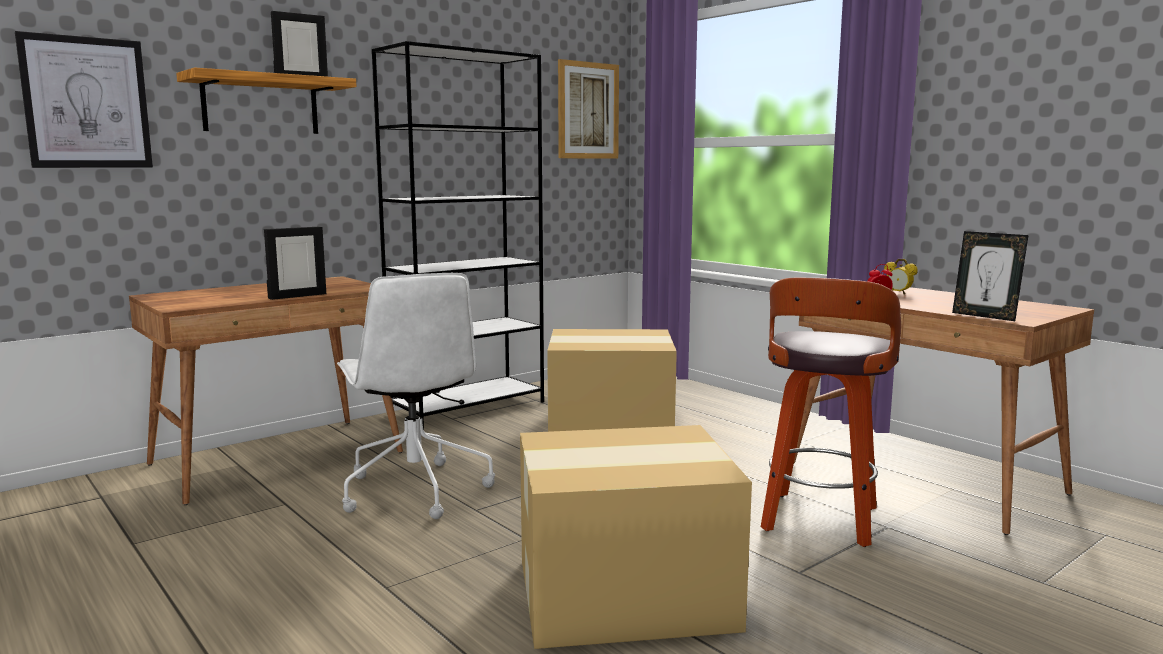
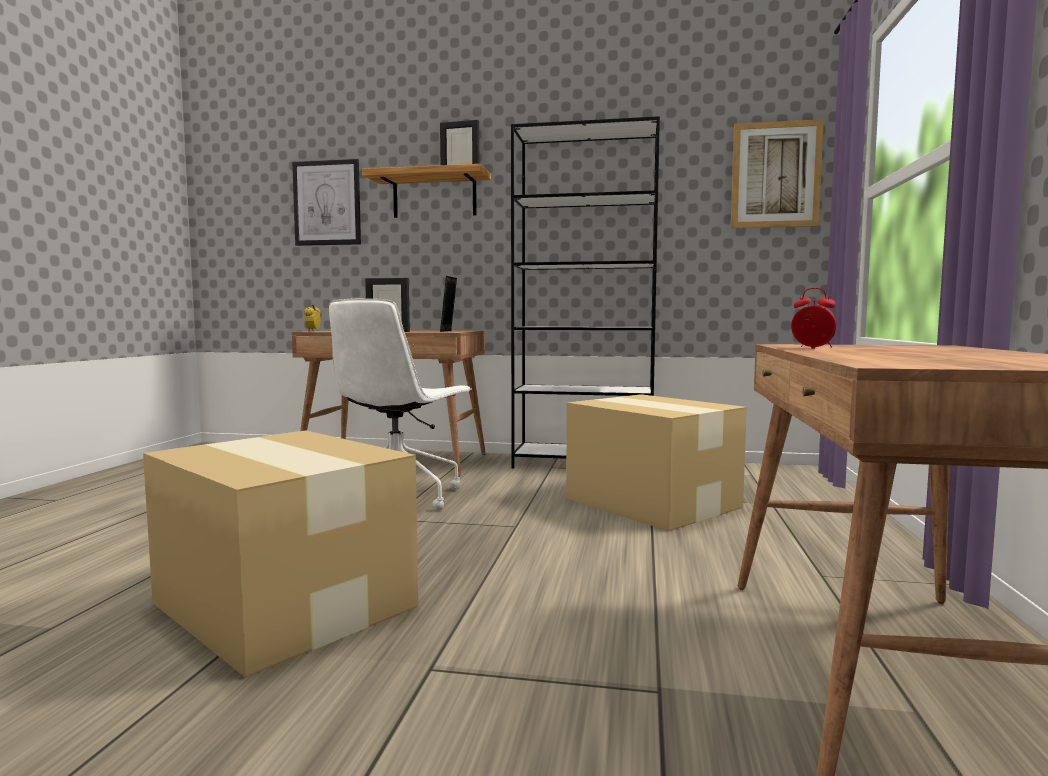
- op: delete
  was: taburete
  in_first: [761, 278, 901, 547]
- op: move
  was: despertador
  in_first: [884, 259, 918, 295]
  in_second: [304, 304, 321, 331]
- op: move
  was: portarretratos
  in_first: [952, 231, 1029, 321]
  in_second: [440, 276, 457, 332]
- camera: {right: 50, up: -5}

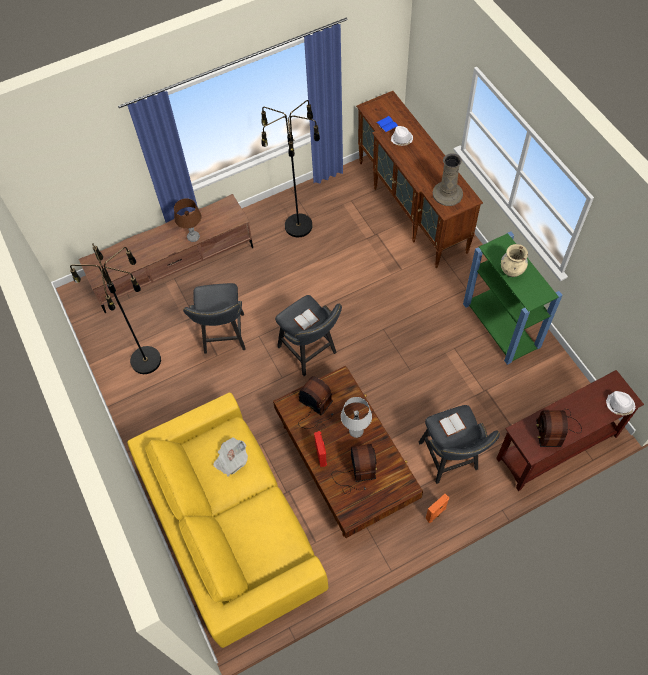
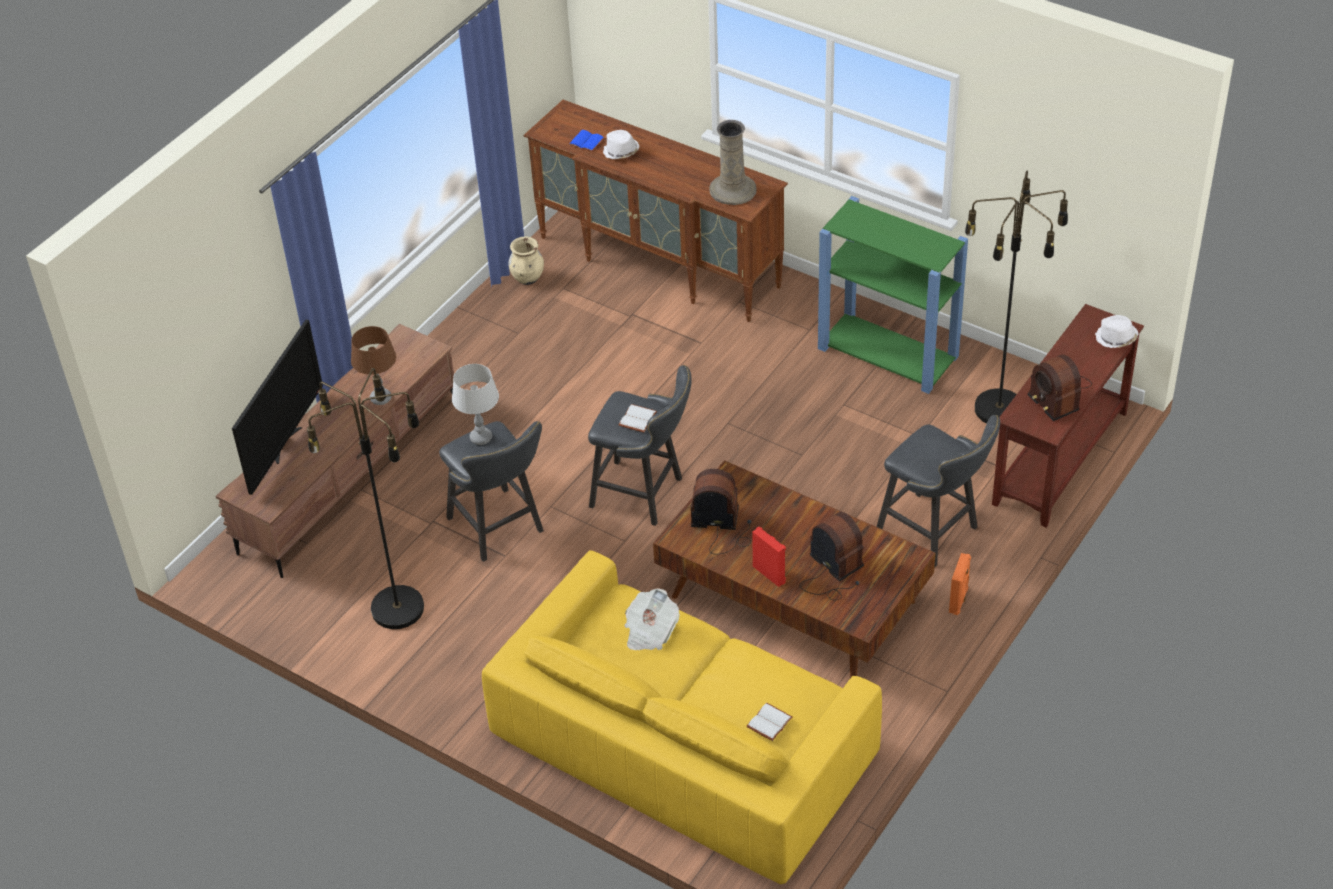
- op: insert
  now: televisor
  in_second: [232, 320, 323, 495]
- op: move
  was: lámpara de pie
  in_first: [261, 100, 320, 237]
  in_second: [965, 171, 1068, 423]
- op: move
  was: lámpara de mesa [gris]
  in_first: [341, 397, 372, 438]
  in_second: [452, 364, 499, 445]
- op: move
  was: libro [blanco]
  in_first: [439, 413, 466, 437]
  in_second: [746, 703, 793, 741]
- op: move
  was: florero [beis]
  in_first: [501, 244, 528, 277]
  in_second: [508, 237, 544, 285]
- camera: {right: -30, up: -15}

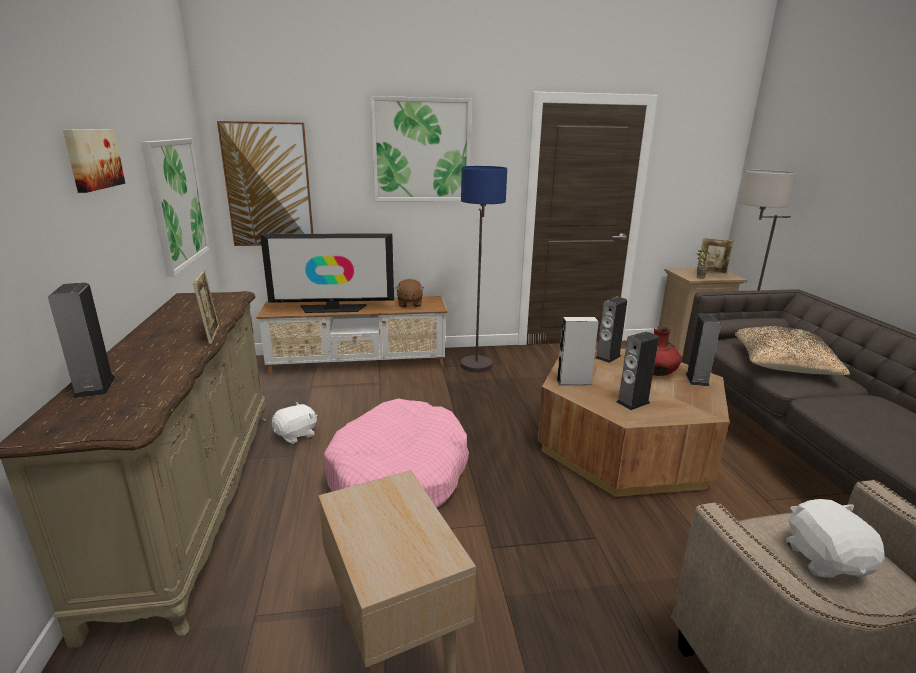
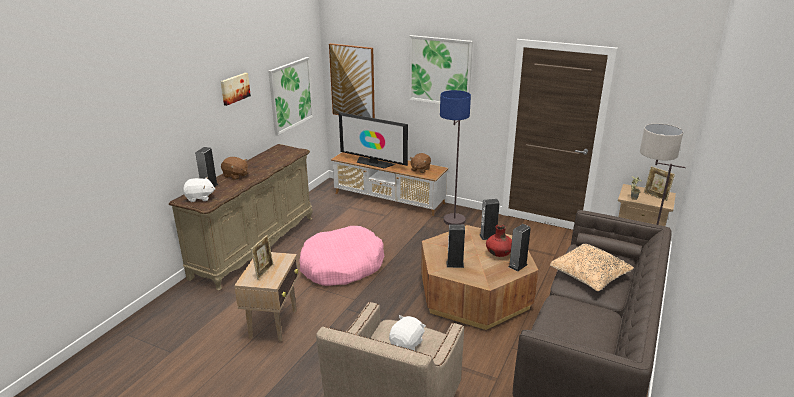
- op: delete
  was: altavoz [gris]
  in_first: [556, 317, 599, 385]
- op: insert
  now: peluche [marrón]
  in_second: [221, 157, 248, 180]
- op: move
  was: portarretratos
  in_first: [193, 270, 219, 344]
  in_second: [251, 235, 274, 280]
- op: move
  was: peluche [blanco]
  in_first: [272, 403, 317, 444]
  in_second: [183, 177, 216, 202]
- camera: {right: 35, up: 5}

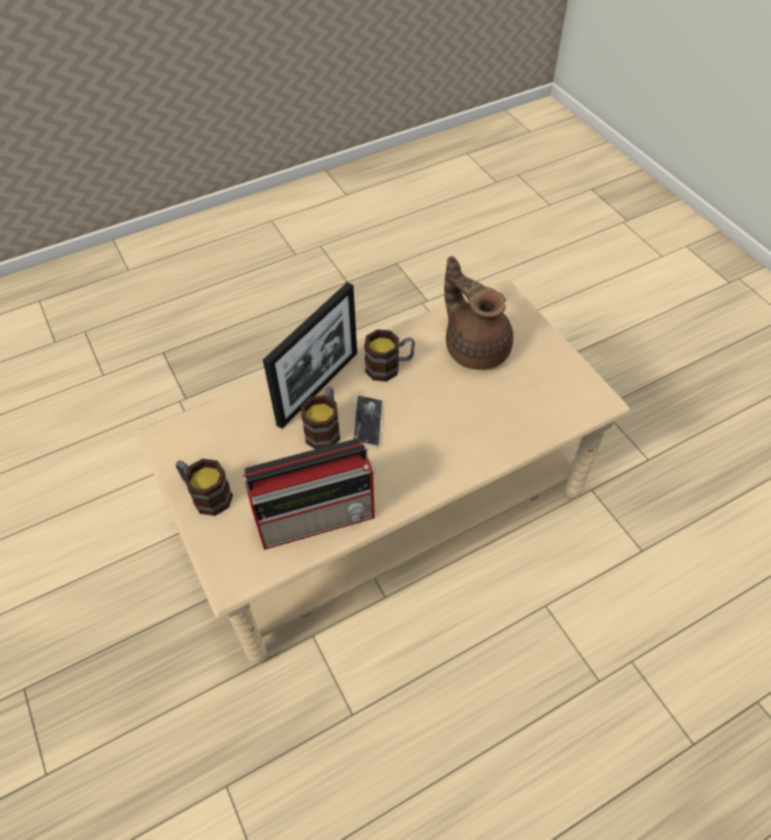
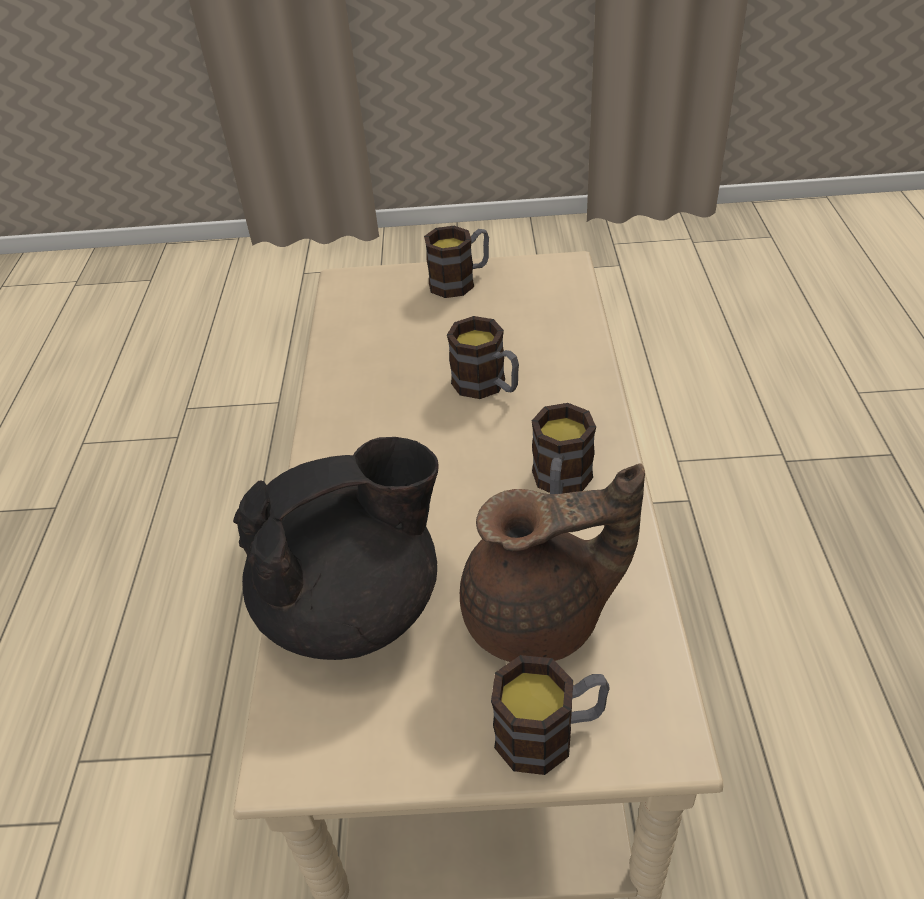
- op: delete
  was: radio
  in_first: [243, 438, 375, 550]
- op: delete
  was: portarretratos
  in_first: [263, 282, 357, 429]
- op: delete
  was: móvil
  in_first: [352, 396, 383, 447]
- op: insert
  now: tetera [negro]
  in_second: [233, 437, 439, 660]
- op: insert
  now: taza grande
  in_second: [491, 655, 610, 775]
- camera: {right: 120, up: -10}

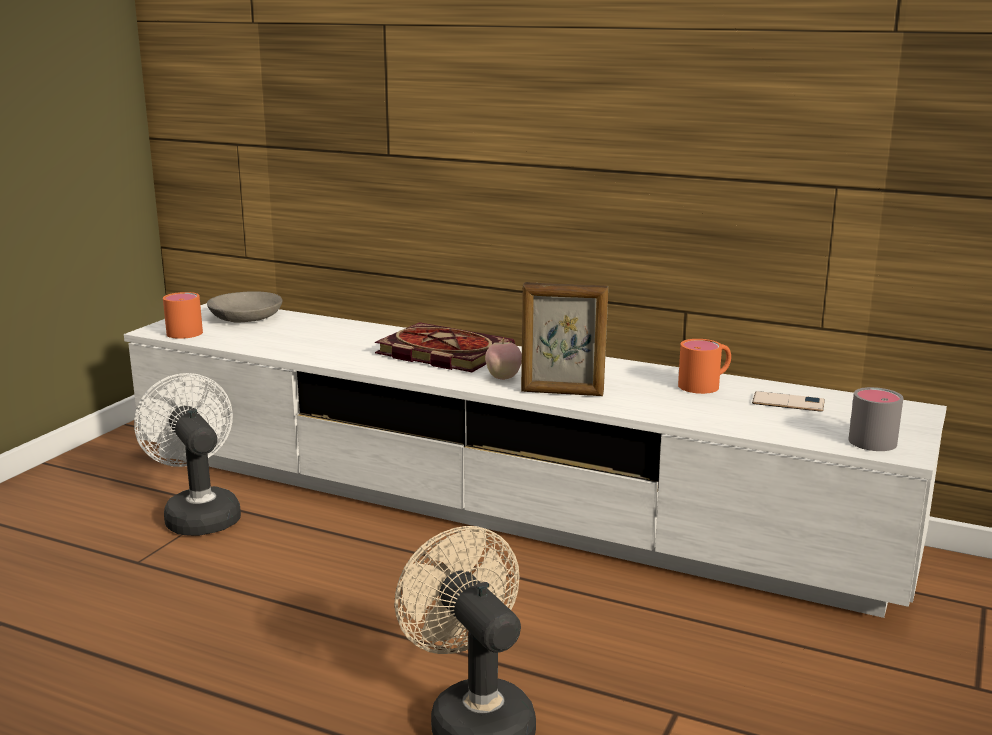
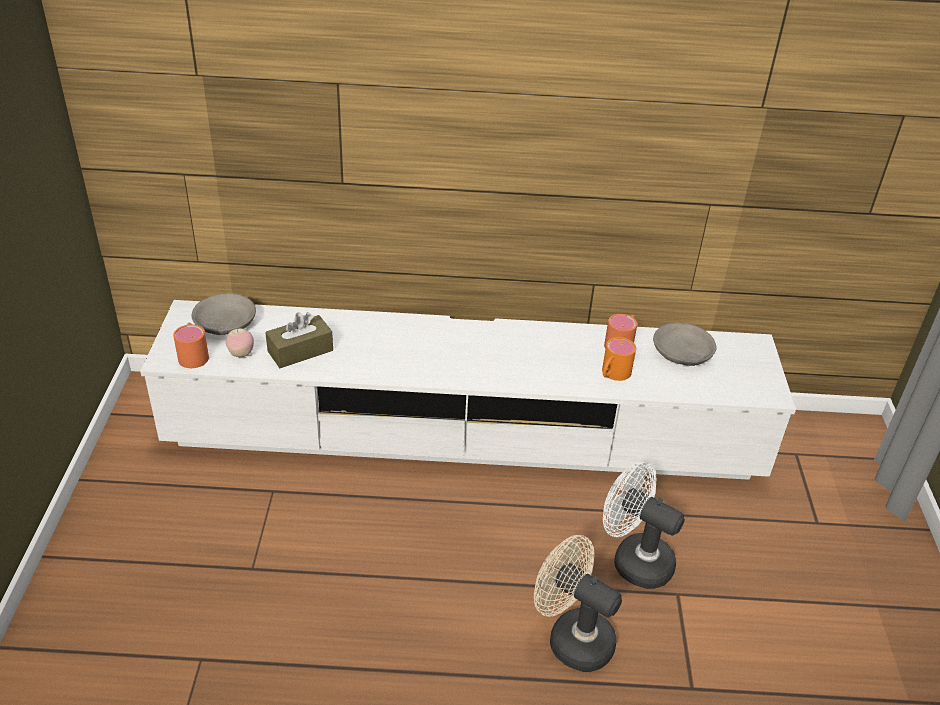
- op: delete
  was: libro
  in_first: [375, 322, 515, 372]
- op: delete
  was: portarretratos
  in_first: [521, 282, 608, 396]
- op: delete
  was: taza grande [gris]
  in_first: [848, 387, 903, 451]
- op: insert
  now: caja de pañuelos [marrón]
  in_second: [265, 312, 333, 368]
- op: insert
  now: taza grande [naranja]
  in_second: [602, 337, 636, 381]
- op: move
  was: ventilador [blanco]
  in_first: [134, 373, 241, 536]
  in_second: [603, 462, 685, 589]
- op: move
  was: manzana
  in_first: [485, 337, 522, 380]
  in_second: [226, 328, 254, 357]
- op: replace
  was: móvil
  now: cuenco [gris]
  in_first: [752, 391, 825, 412]
  in_second: [653, 323, 716, 366]
- camera: {right: -25, up: 20}

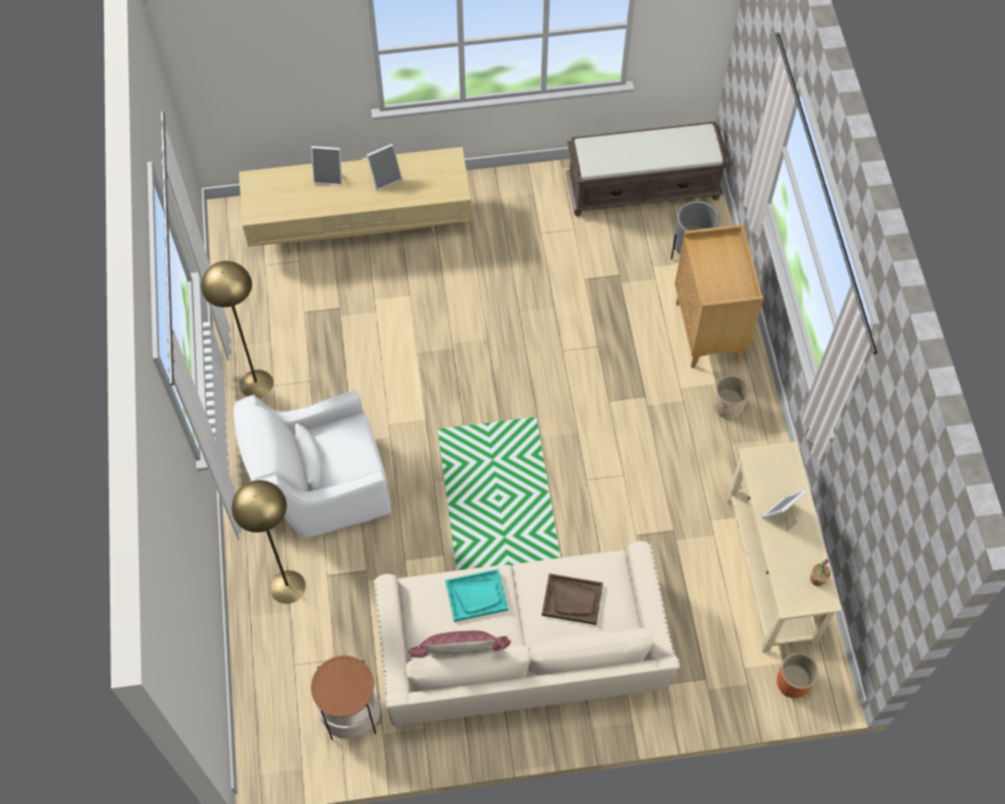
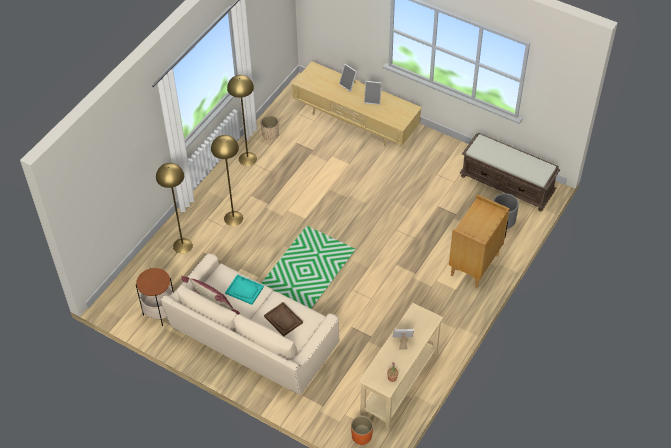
- op: move
  was: maceta [beis]
  in_first: [713, 375, 750, 419]
  in_second: [260, 116, 279, 140]
- op: replace
  was: sillón [blanco]
  now: lámpara de pie [amarillo]
  in_first: [233, 390, 392, 538]
  in_second: [211, 135, 243, 226]
- camera: {right: 40, up: -10}

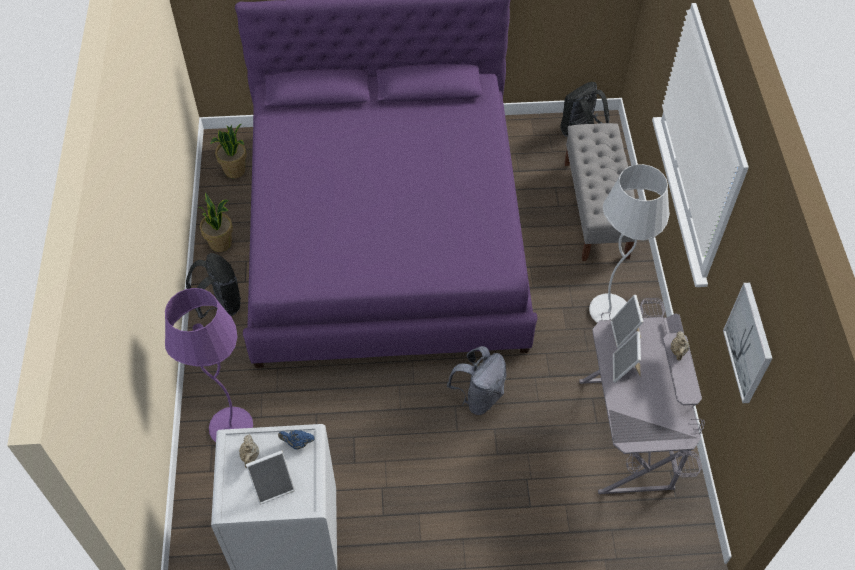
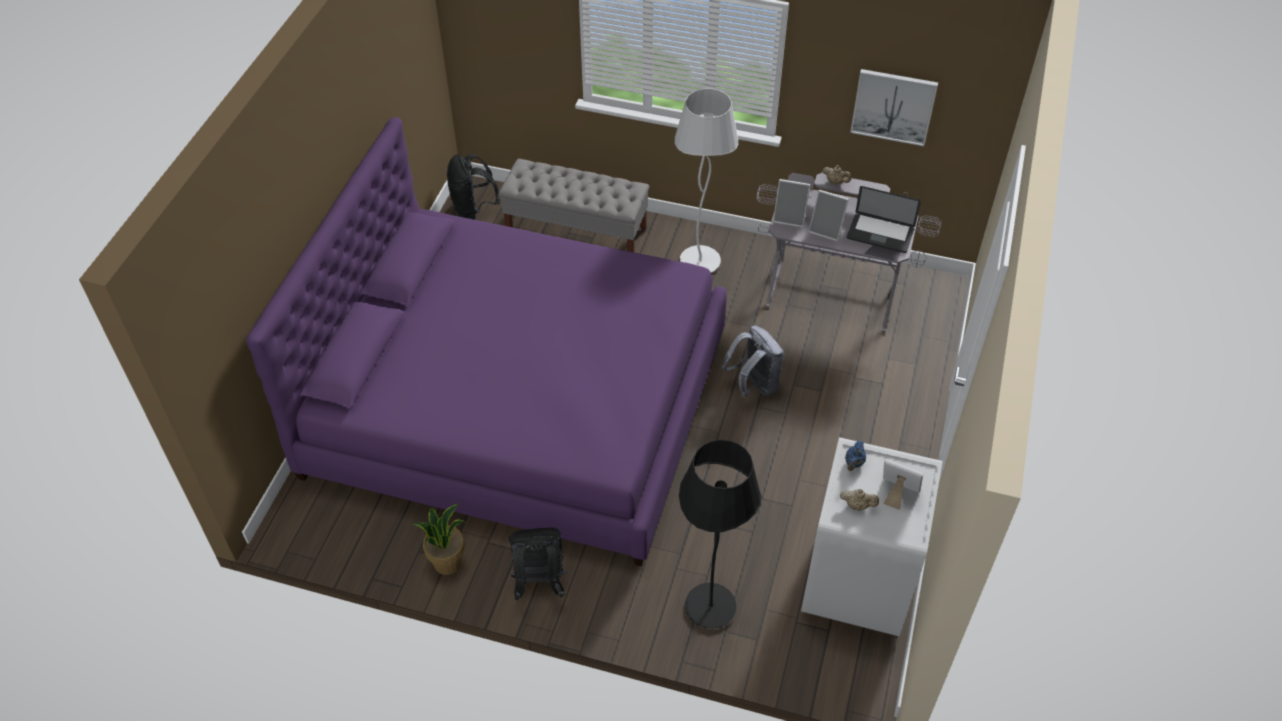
- op: delete
  was: planta en maceta
  in_first: [210, 124, 247, 178]
- op: insert
  now: portátil
  in_second: [847, 186, 921, 253]
- op: recolor
  was: lámpara de pie [morado]
  now: lámpara de pie [negro]
  in_first: [165, 288, 253, 442]
  in_second: [679, 439, 761, 629]
- op: rotate
  was: portarretratos
  in_first: [246, 450, 295, 505]
  in_second: [883, 460, 923, 510]
  clockwise: -60
- camera: {right: -70, up: -5}

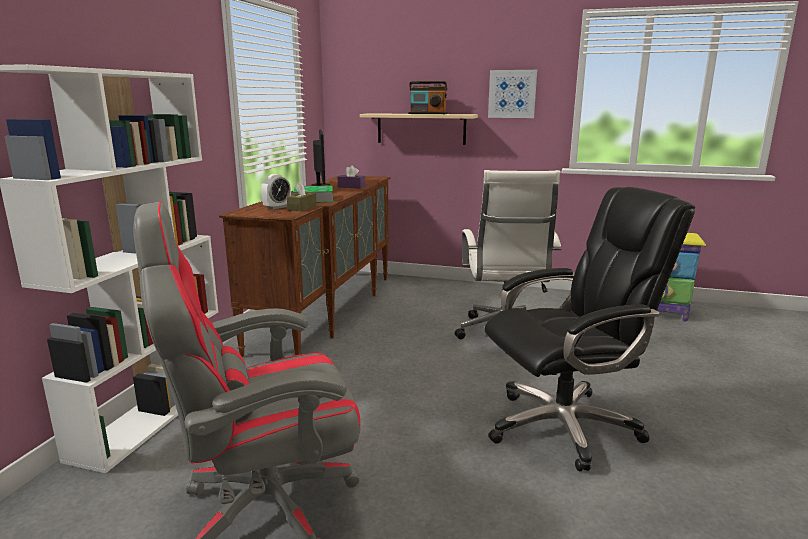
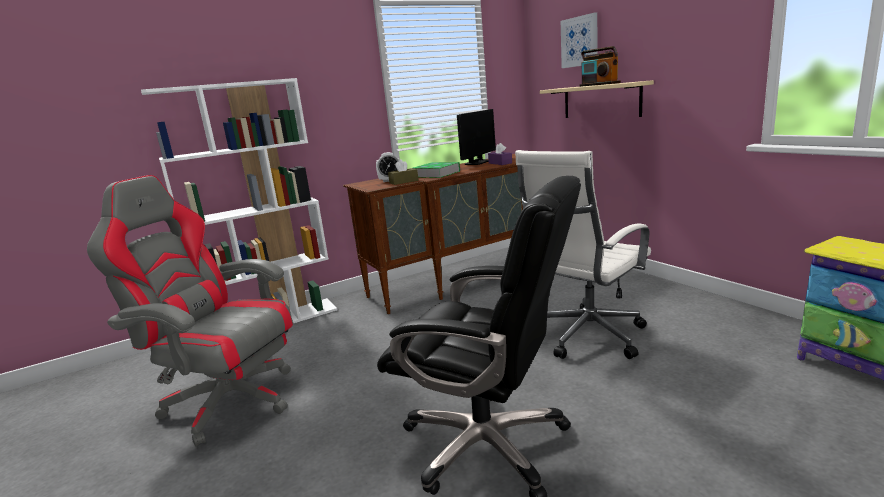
- op: move
  was: cuadro
  in_first: [488, 70, 537, 118]
  in_second: [561, 12, 597, 68]
- camera: {right: 45, up: 0}

